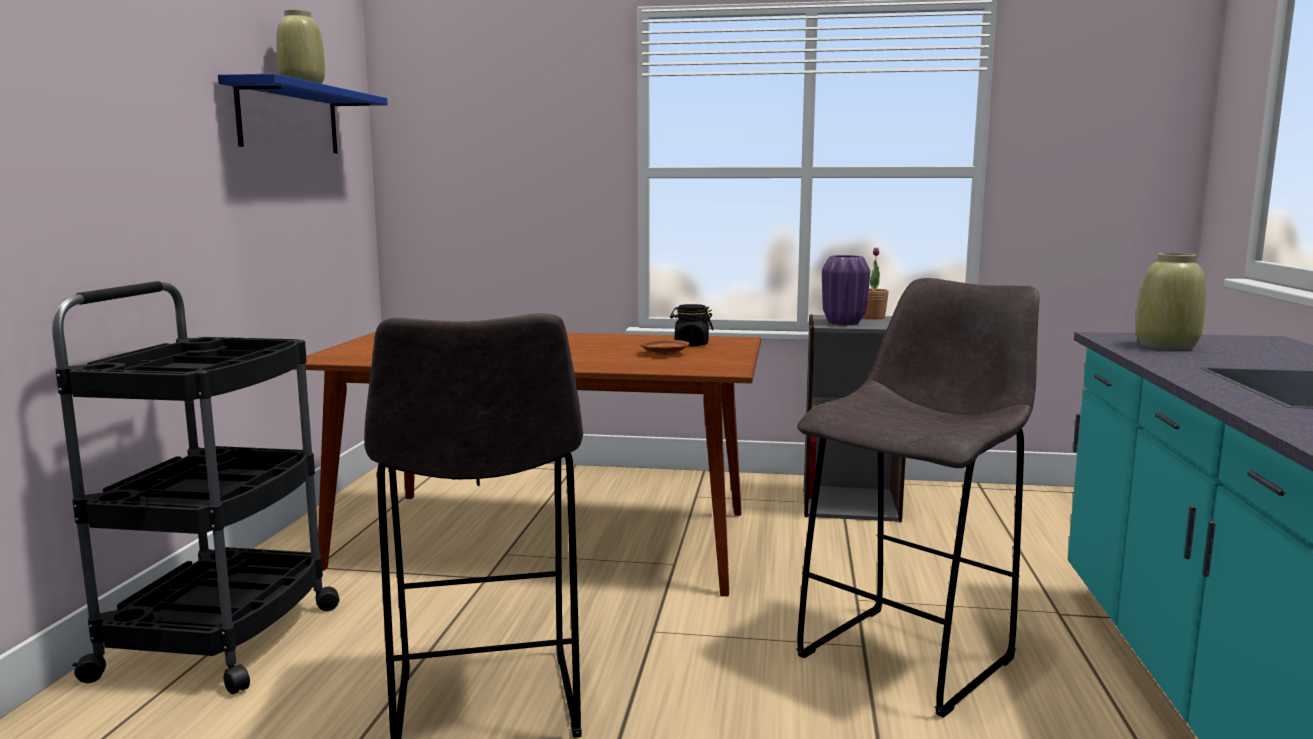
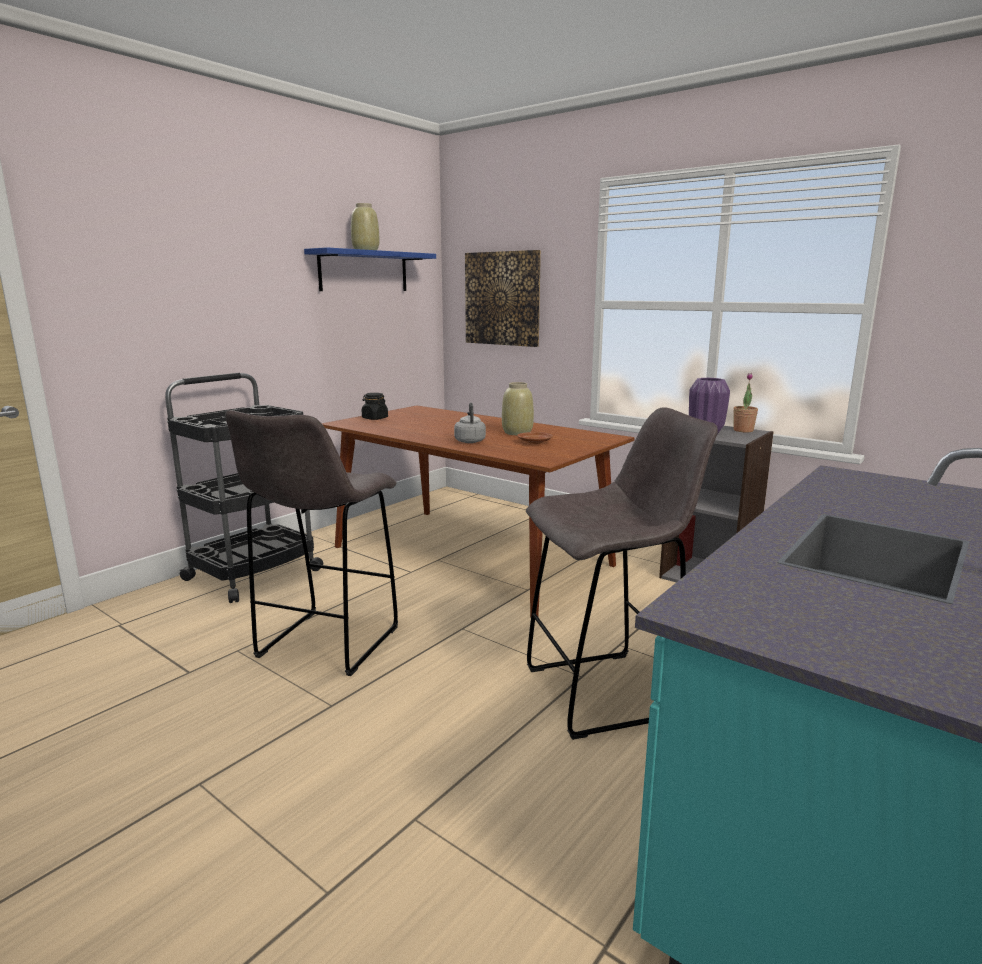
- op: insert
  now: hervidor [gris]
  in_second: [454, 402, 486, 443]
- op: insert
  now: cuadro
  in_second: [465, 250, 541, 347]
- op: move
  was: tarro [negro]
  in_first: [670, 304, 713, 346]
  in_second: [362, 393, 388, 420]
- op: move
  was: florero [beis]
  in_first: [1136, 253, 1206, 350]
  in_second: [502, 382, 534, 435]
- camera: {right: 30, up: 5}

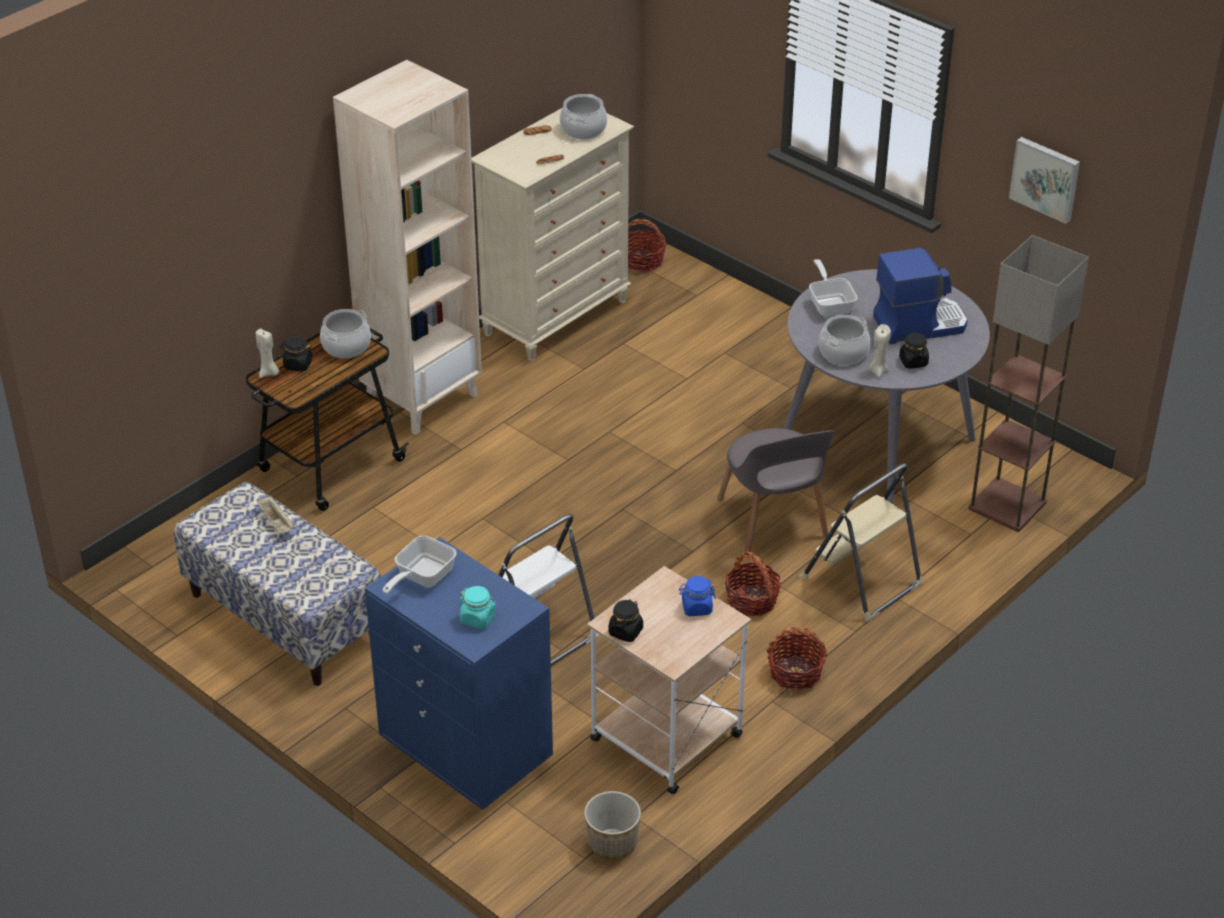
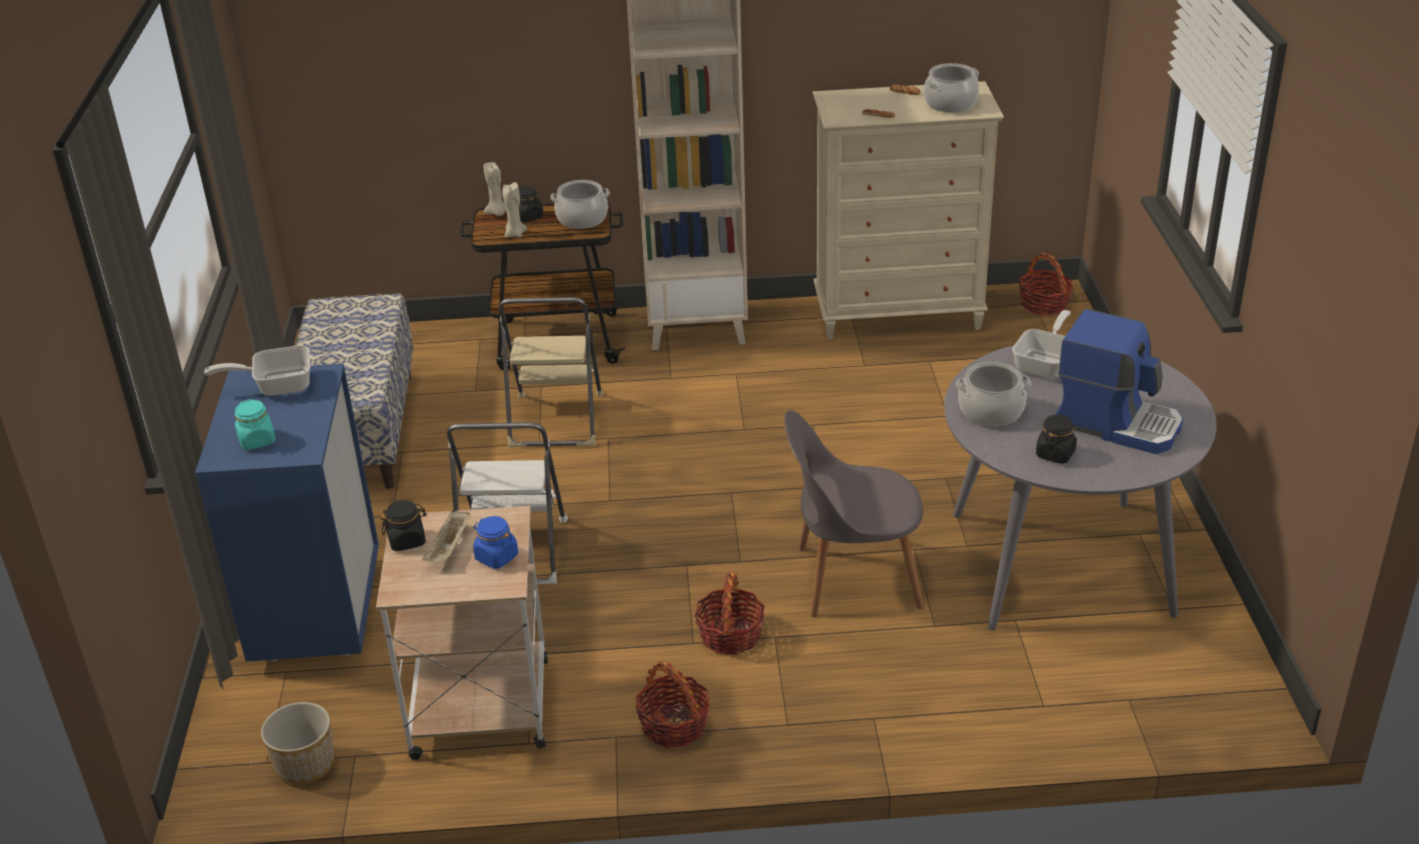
- op: delete
  was: lámpara de pie
  in_first: [968, 235, 1089, 532]
- op: delete
  was: cuadro
  in_first: [1009, 137, 1080, 224]
- op: move
  was: bandeja [beis]
  in_first: [257, 496, 294, 534]
  in_second: [423, 509, 471, 563]
- op: move
  was: escalera de tijera [beis]
  in_first: [799, 463, 923, 622]
  in_second: [499, 297, 604, 447]
- op: move
  was: vela [beis]
  in_first: [868, 324, 891, 377]
  in_second: [502, 182, 527, 238]
- op: rotate
  was: silla [gris]
  in_first: [717, 428, 835, 552]
  in_second: [784, 410, 924, 618]
  clockwise: 60
- camera: {right: 45, up: -5}

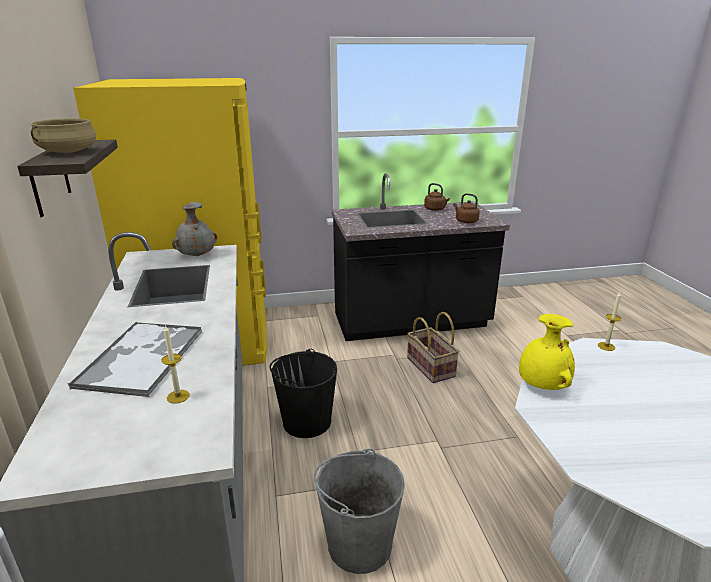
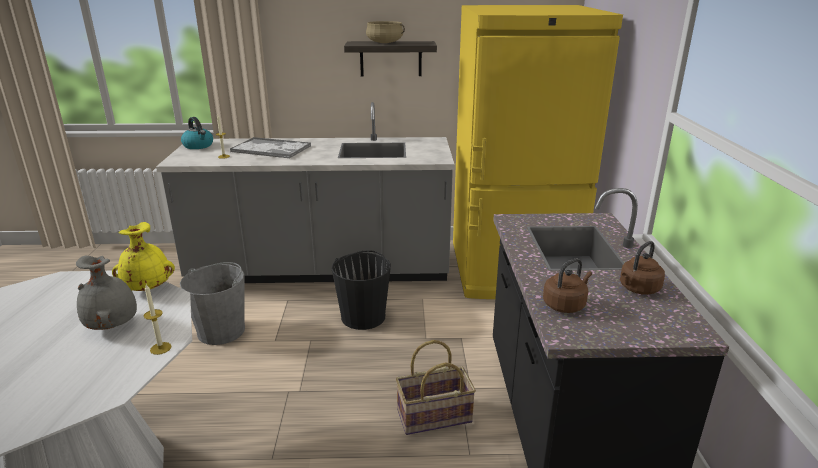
- op: insert
  now: hervidor
  in_second: [181, 117, 213, 149]
- op: move
  was: florero [gris]
  in_first: [172, 202, 217, 256]
  in_second: [76, 256, 137, 330]
- camera: {right: 100, up: 0}

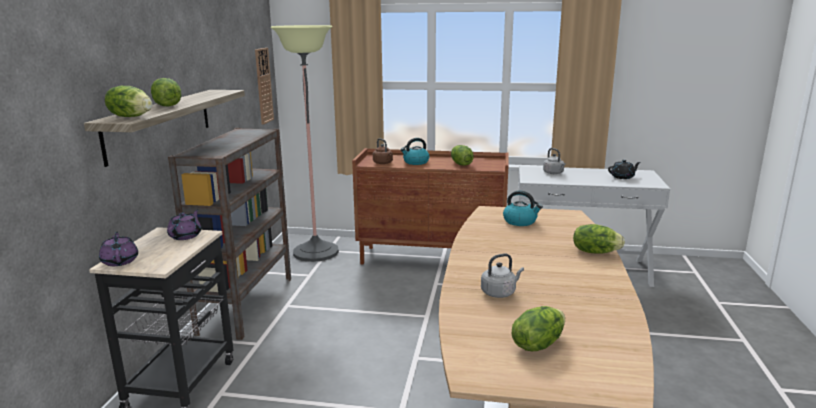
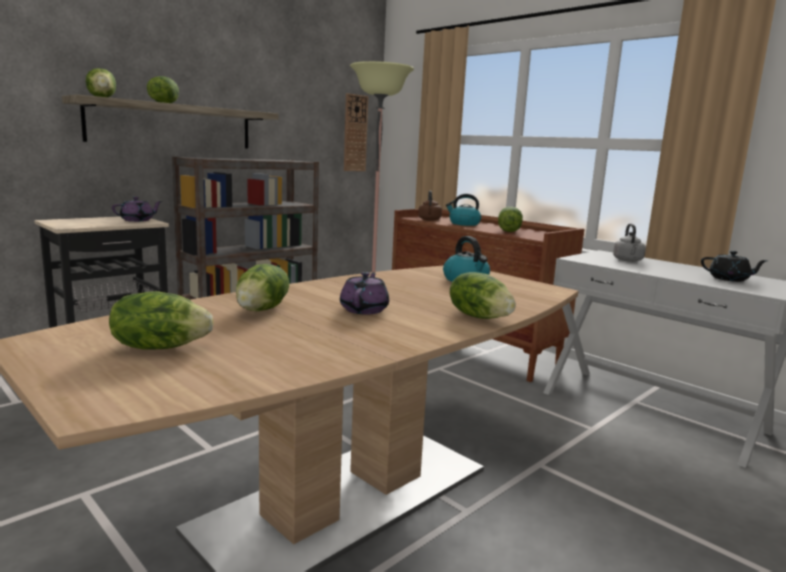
- op: move
  was: tetera [morado]
  in_first: [99, 232, 138, 266]
  in_second: [340, 272, 389, 315]
- op: replace
  was: hervidor [gris]
  now: lechuga
  in_first: [481, 253, 524, 298]
  in_second: [236, 264, 289, 311]
- camera: {right: 35, up: -5}

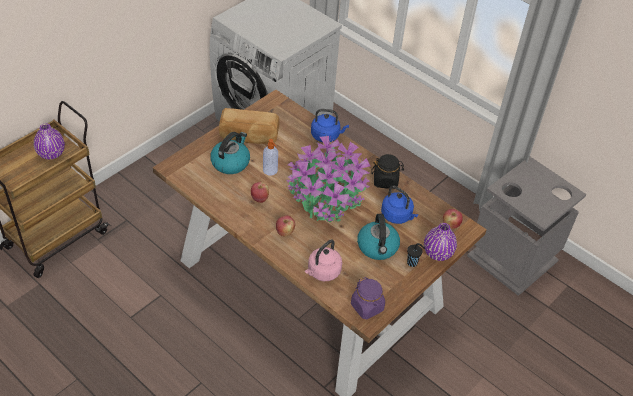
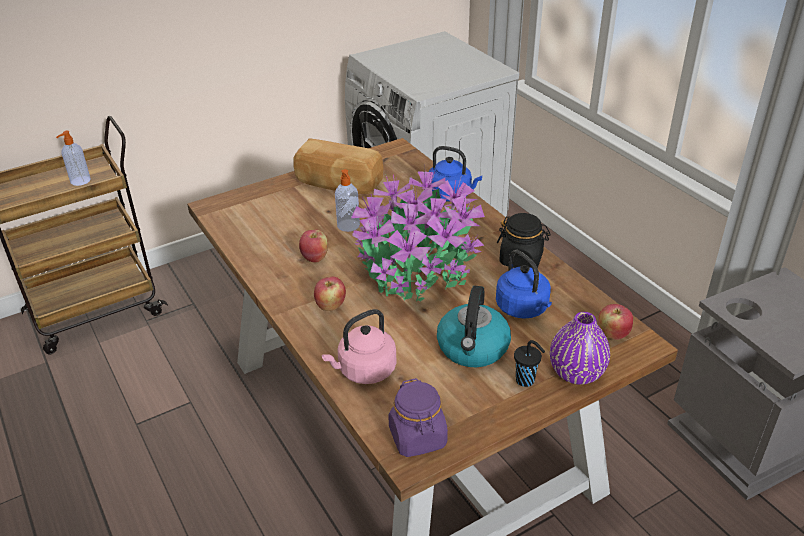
- op: delete
  was: hervidor
  in_first: [210, 132, 250, 174]
- op: replace
  was: florero [morado]
  now: dispensador de jabón
  in_first: [34, 123, 65, 160]
  in_second: [56, 131, 91, 186]
- camera: {right: 20, up: -10}

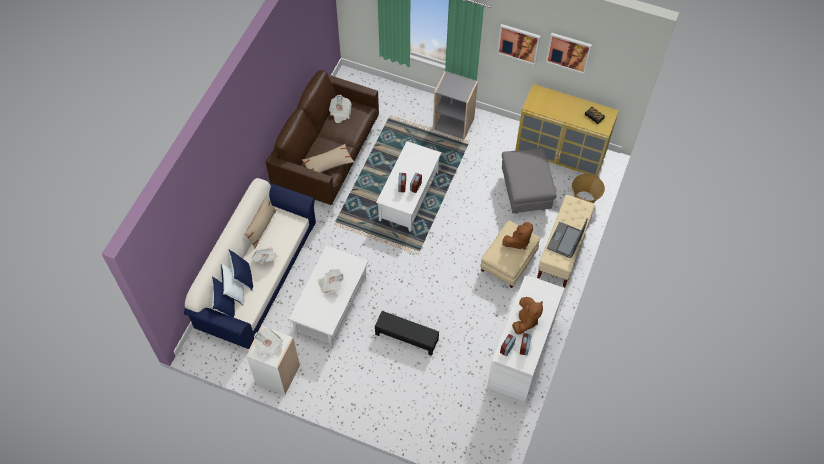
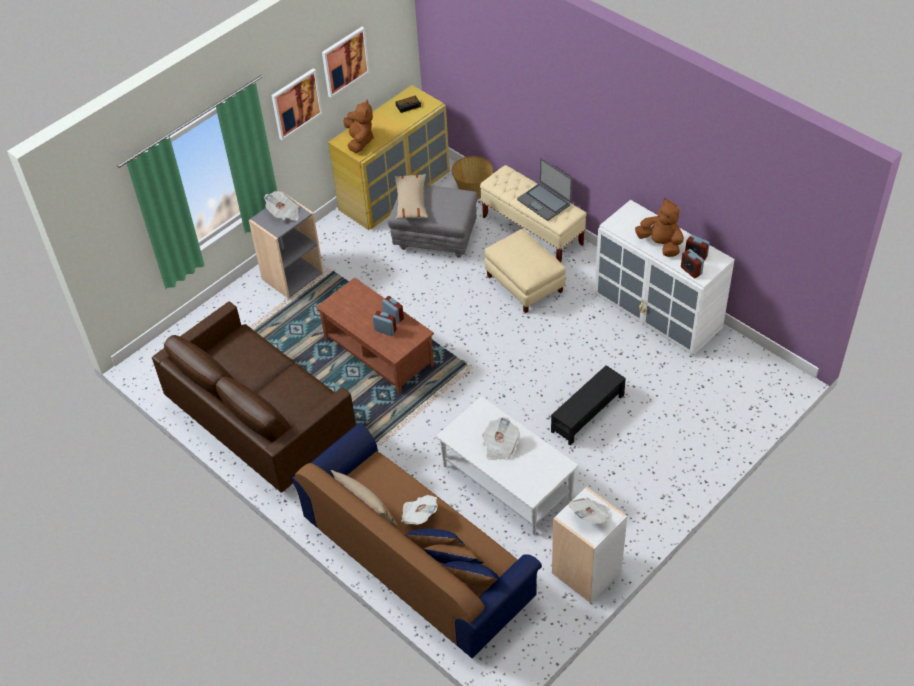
- op: move
  was: cojín [beis]
  in_first: [302, 144, 355, 172]
  in_second: [394, 174, 428, 219]
- op: move
  was: periódico
  in_first: [329, 95, 351, 123]
  in_second: [264, 191, 299, 221]
- op: move
  was: peluche [marrón]
  in_first: [502, 222, 533, 250]
  in_second: [344, 100, 374, 153]
- op: recolor
  was: sofá [blanco]
  now: sofá [marrón]
  in_first: [184, 178, 316, 349]
  in_second: [292, 423, 542, 658]
- op: recolor
  was: mesa de centro [blanco]
  now: mesa de centro [marrón]
  in_first: [376, 141, 441, 232]
  in_second: [316, 277, 434, 394]
- camera: {right: -65, up: -10}

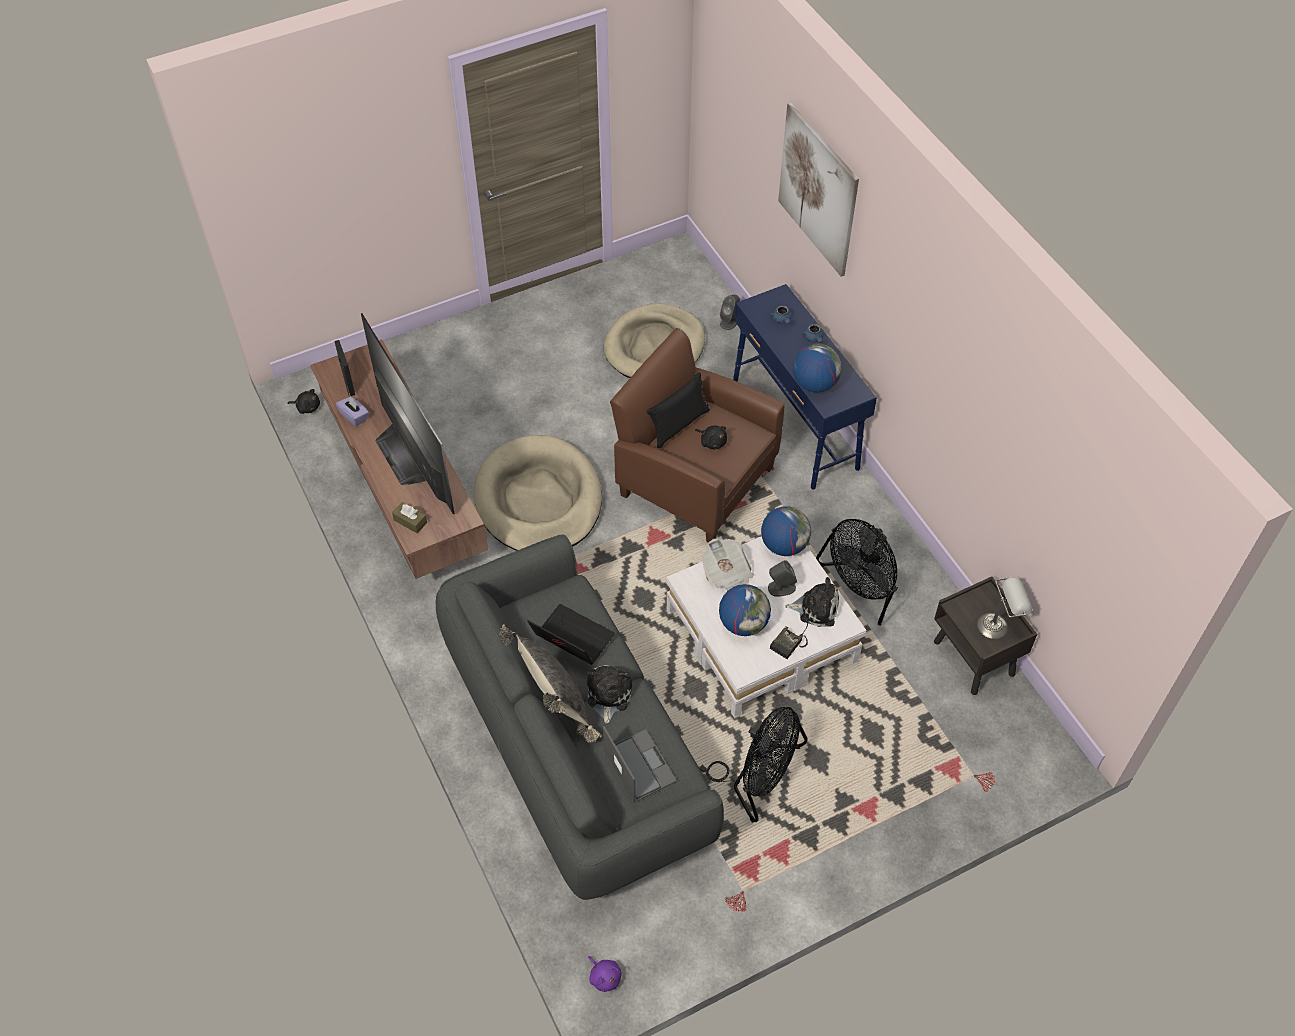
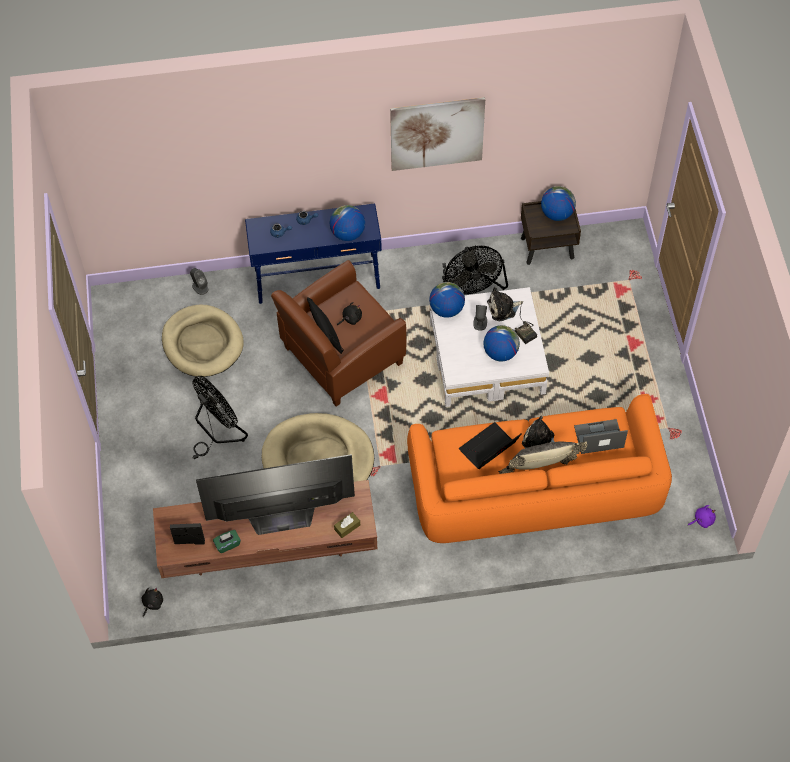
- op: delete
  was: periódico
  in_first: [701, 538, 754, 591]
- op: move
  was: ventilador [negro]
  in_first: [699, 707, 808, 823]
  in_second: [192, 375, 248, 459]
- op: move
  was: cuadro
  in_first: [778, 103, 859, 277]
  in_second: [390, 97, 485, 171]
- op: replace
  was: lámpara de mesa [blanco]
  now: globo terráqueo
  in_first: [977, 577, 1032, 639]
  in_second: [541, 186, 576, 221]
- op: recolor
  was: caja de pañuelos [morado]
  now: caja de pañuelos [verde]
  in_first: [336, 397, 369, 427]
  in_second: [213, 530, 241, 553]
- op: recolor
  was: sofá [gris]
  now: sofá [naranja]
  in_first: [436, 535, 724, 900]
  in_second: [407, 394, 672, 543]
- op: rotate
  was: peluche
  in_first: [785, 577, 839, 627]
  in_second: [487, 287, 523, 321]
  clockwise: -135
- camera: {right: -70, up: 5}

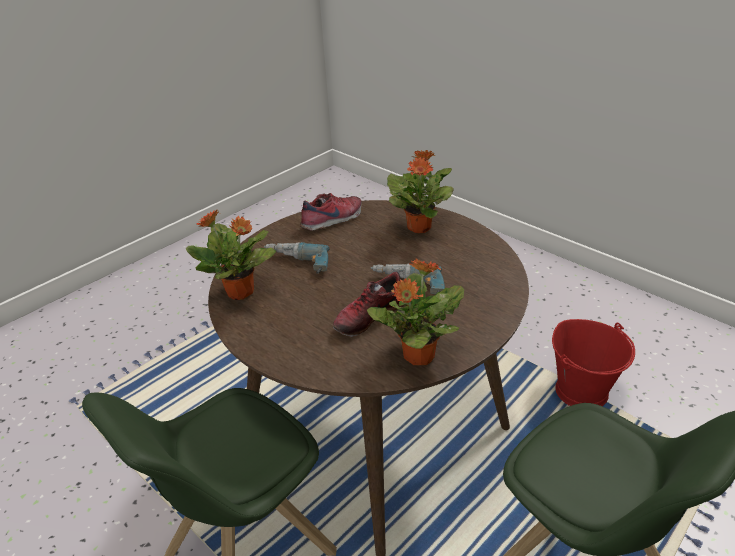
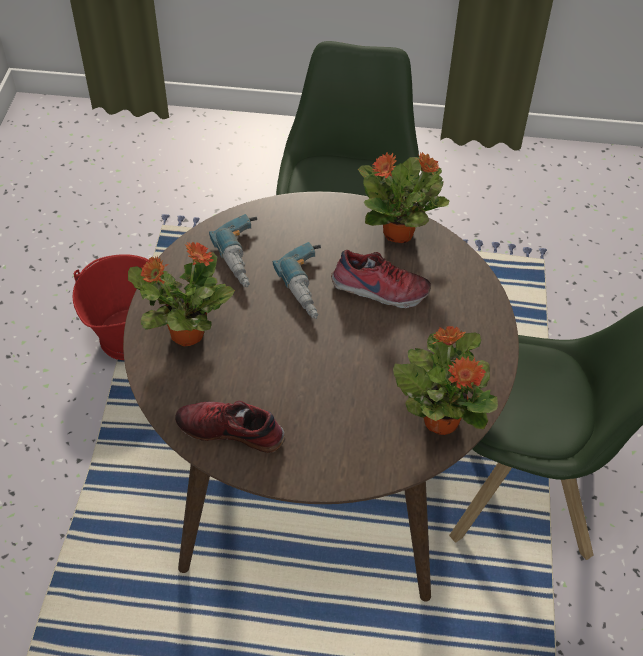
- op: move
  was: taladro
  in_first: [264, 242, 330, 274]
  in_second: [209, 214, 257, 287]
- camera: {right: -130, up: 15}

